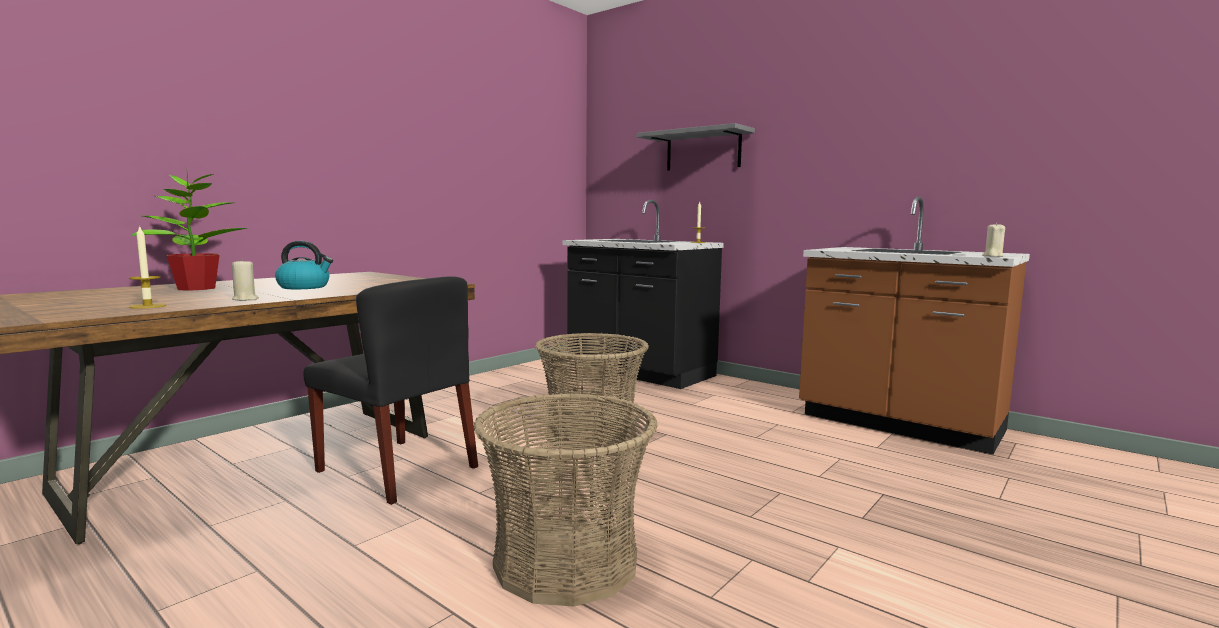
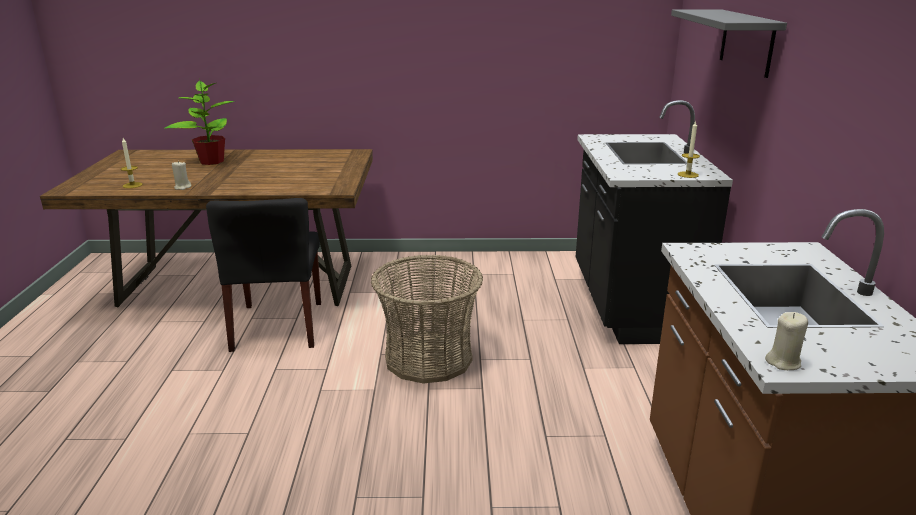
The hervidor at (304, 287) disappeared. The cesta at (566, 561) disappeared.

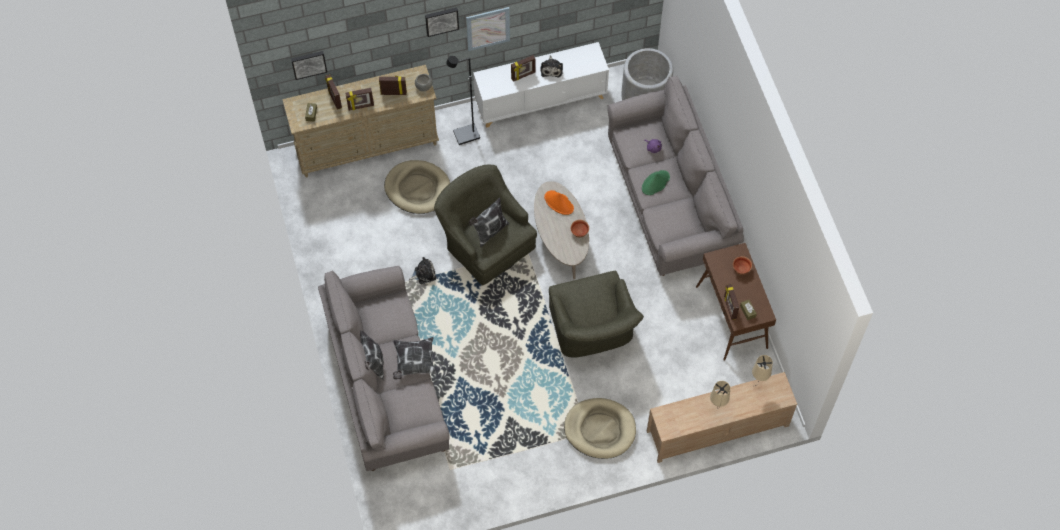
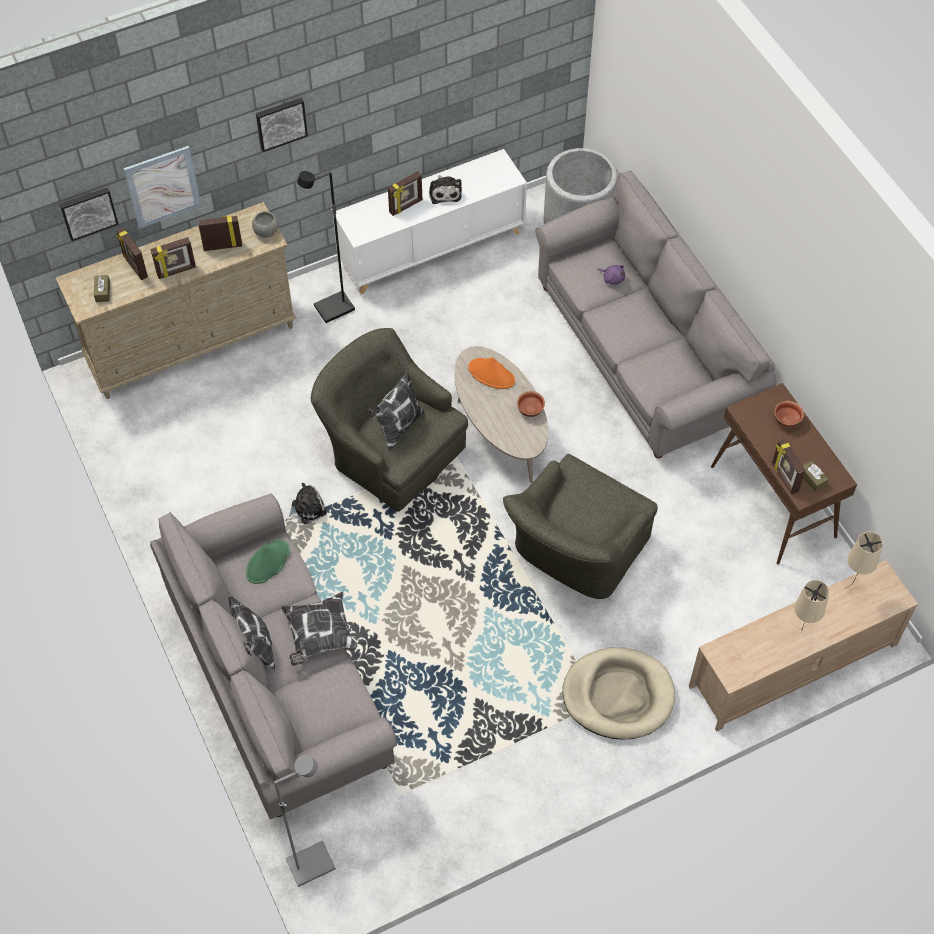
The cuadro moved from (488, 28) to (163, 186). The cama para perro/beis at (417, 188) disappeared. The sombrero/verde moved from (655, 183) to (268, 562). The sillón/verde at (592, 331) turned 60 degrees clockwise. The lámpara de pie/gris at (311, 863) appeared.

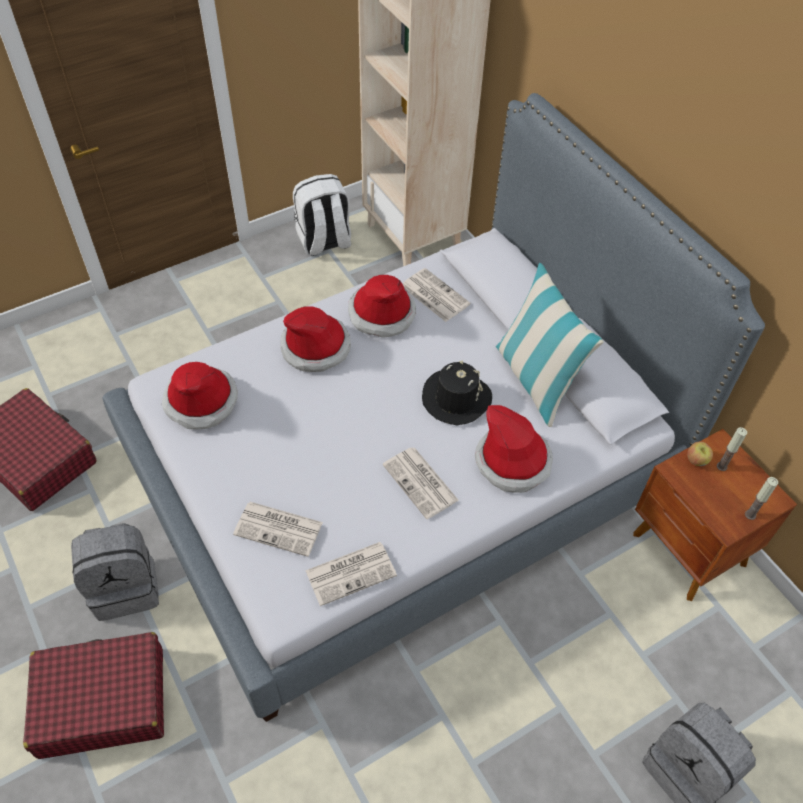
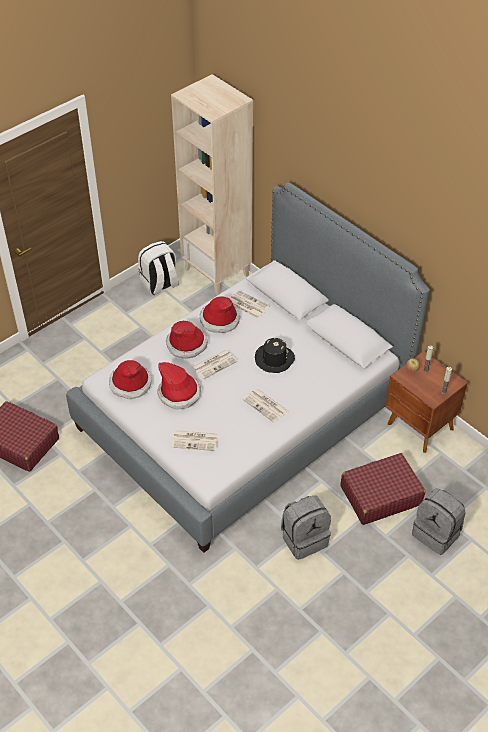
The cojín at (536, 380) disappeared. The sombrero moved from (513, 461) to (179, 394). The mochila/gris moved from (126, 587) to (304, 539). The periódico moved from (351, 572) to (215, 364). The maleta/rojo moved from (102, 701) to (380, 495).

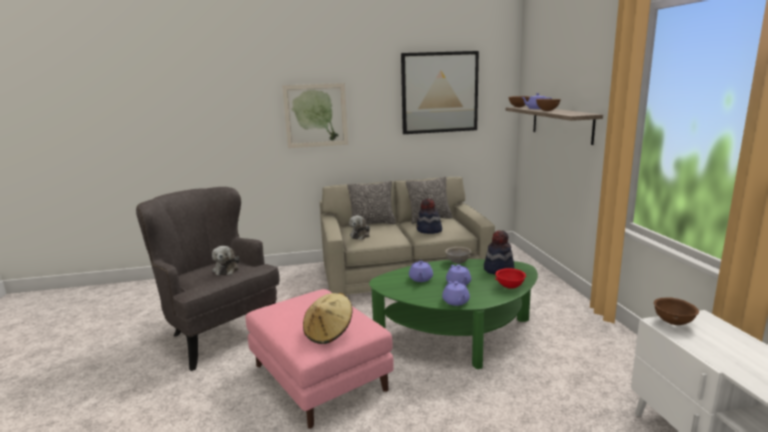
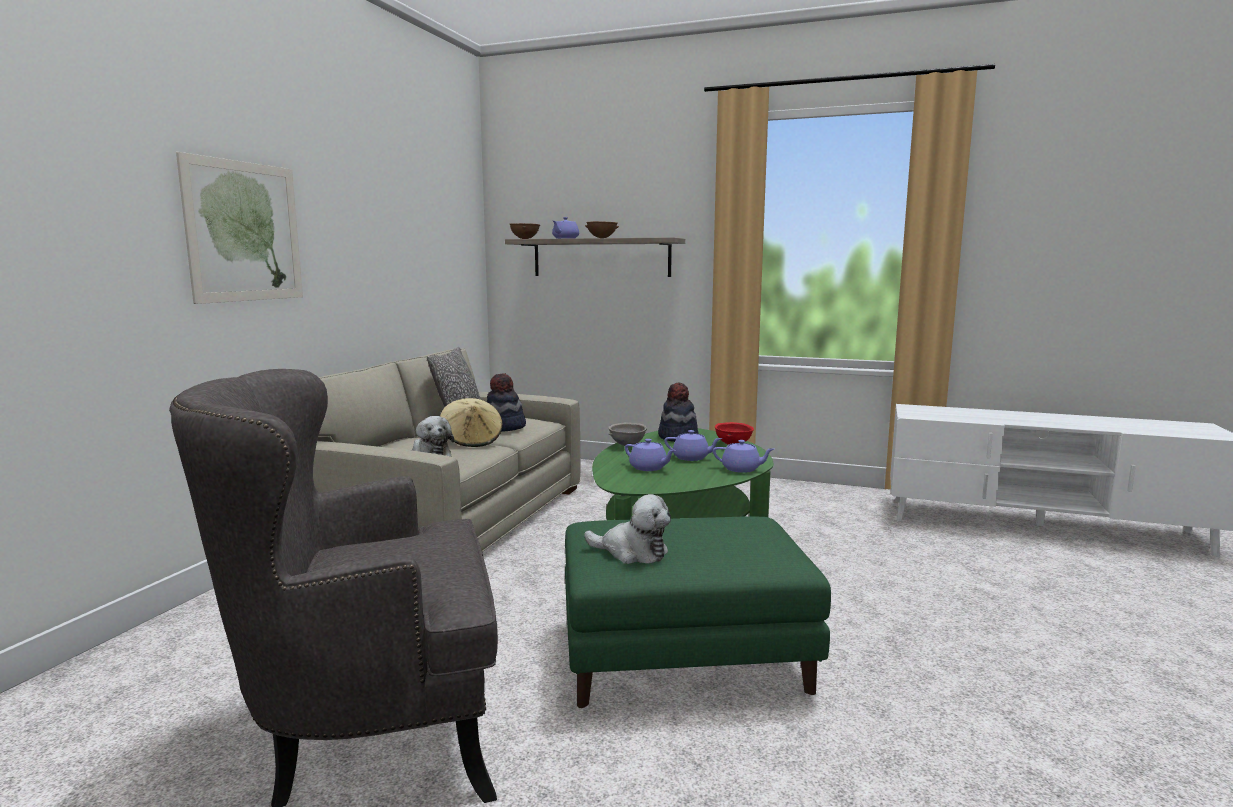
The cuadro at (439, 92) disappeared. The cojín at (372, 223) disappeared. The peluche moved from (226, 269) to (632, 552). The puf/rosa at (320, 379) became the puf/verde at (685, 656). The sombrero/beis moved from (329, 333) to (472, 441). The cuenco/marrón at (674, 323) disappeared.

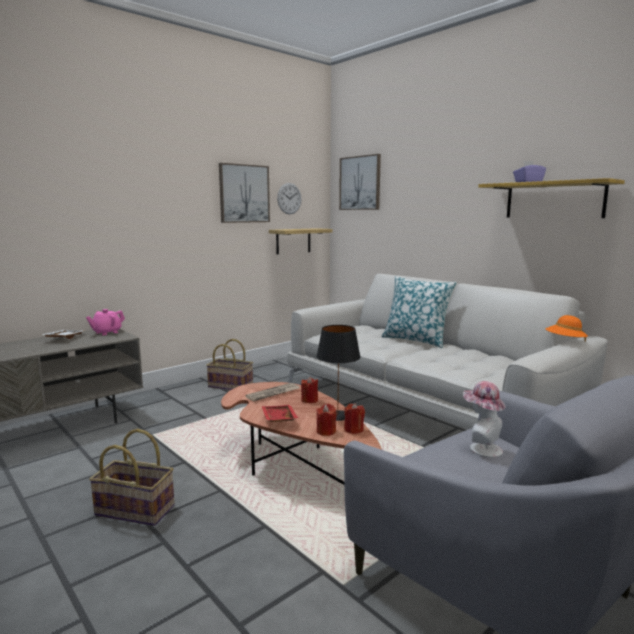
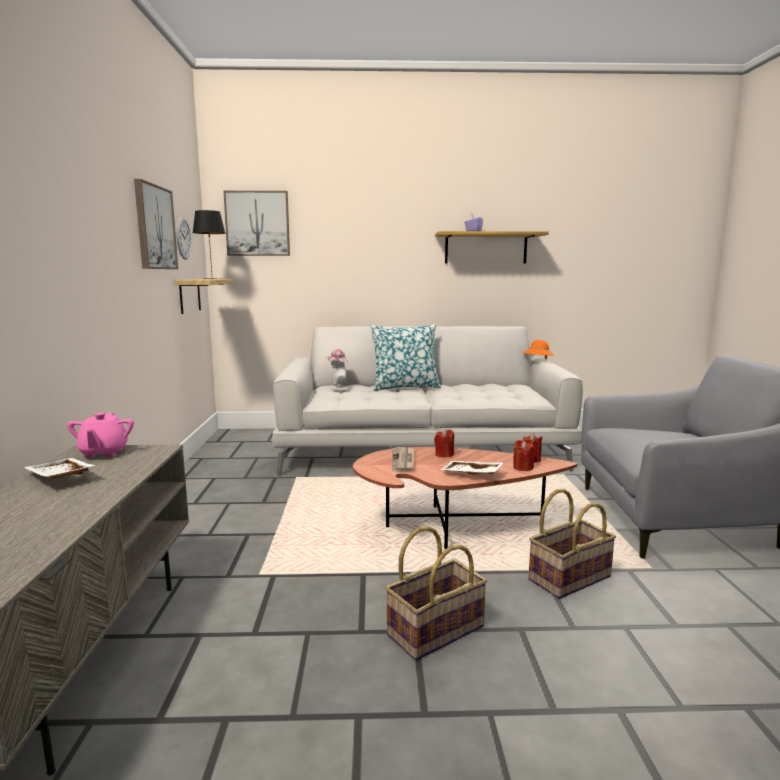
The lámpara de mesa/negro moved from (337, 416) to (212, 279). The cesta moved from (231, 386) to (569, 577). The sombrero moved from (481, 448) to (338, 388). The bandeja/rojo at (278, 419) became the bandeja/blanco at (471, 474).

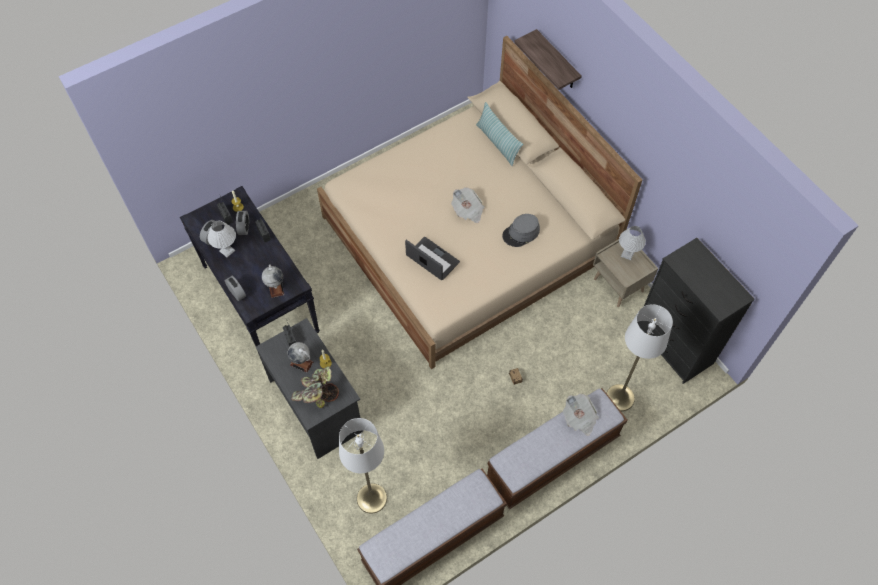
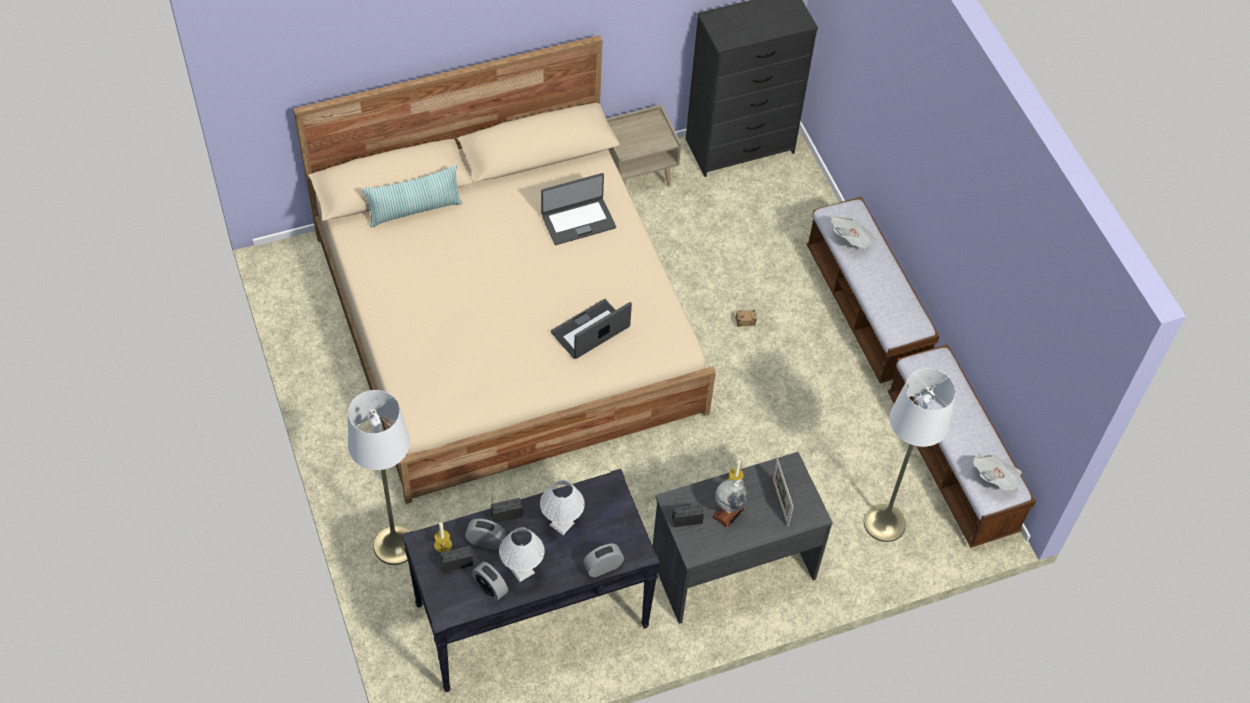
The estante at (557, 61) disappeared. The periódico moved from (468, 211) to (996, 479). The sombrero/gris at (521, 233) was replaced by the portátil at (578, 221). The lámpara de mesa/blanco moved from (628, 254) to (562, 523). The globo terráqueo at (276, 288) disappeared. The lámpara de pie/blanco moved from (620, 397) to (395, 545). The planta en maceta at (316, 394) was replaced by the portarretratos at (780, 502).

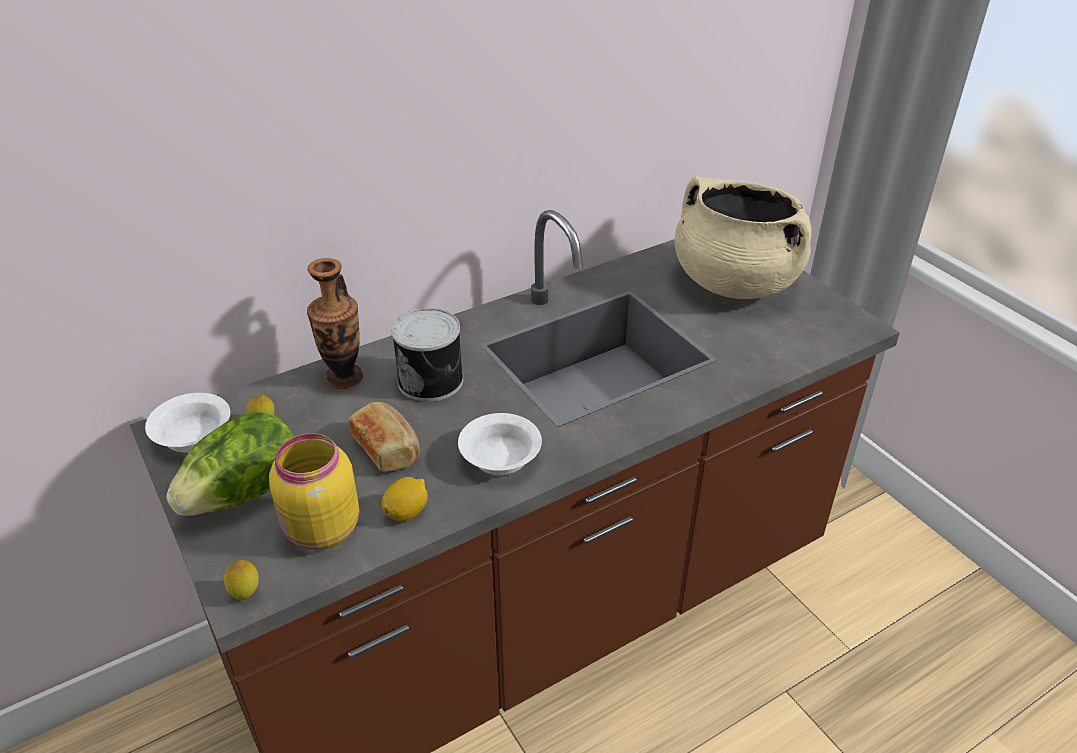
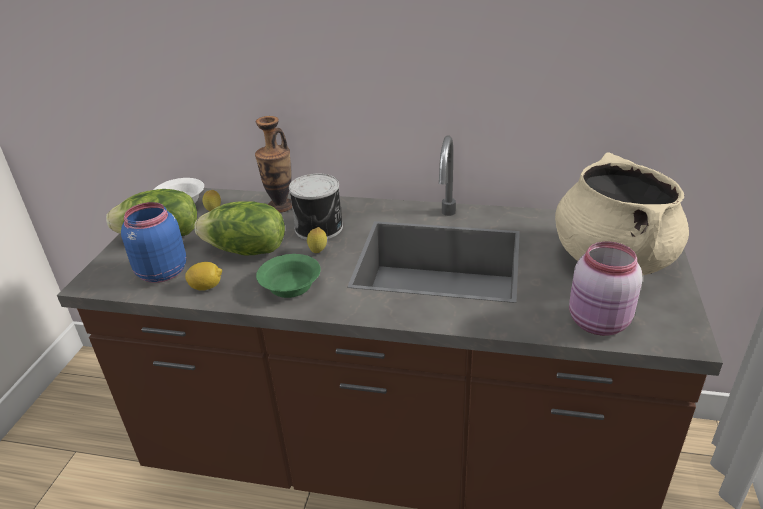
The pan at (387, 448) was replaced by the lechuga at (246, 251). The cuenco/blanco at (498, 457) became the cuenco/verde at (290, 285). The tarro/amarillo at (320, 530) became the tarro/azul at (160, 273). The limón moved from (246, 594) to (318, 252). The tarro/rosa at (599, 323) appeared.

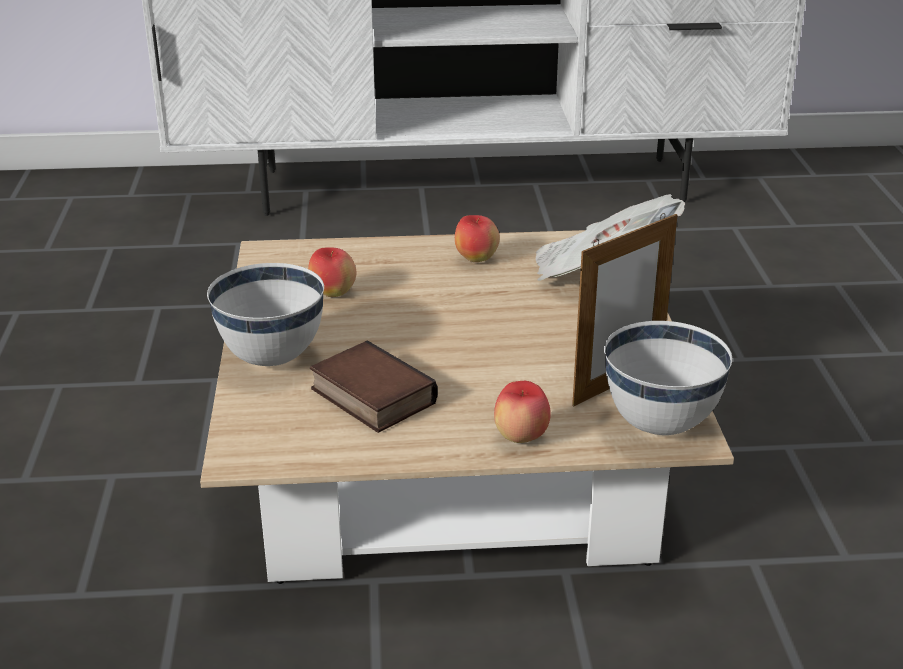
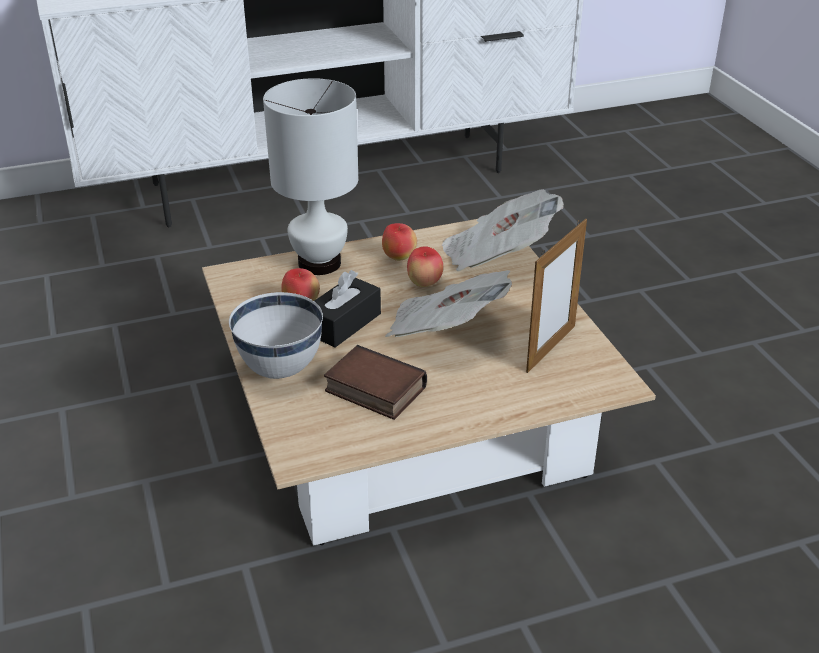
The cuenco/blanco at (660, 425) disappeared. The manzana moved from (521, 438) to (424, 284). The lámpara de mesa/blanco at (318, 263) appeared. The caja de pañuelos/negro at (343, 324) appeared. The periódico at (445, 331) appeared.

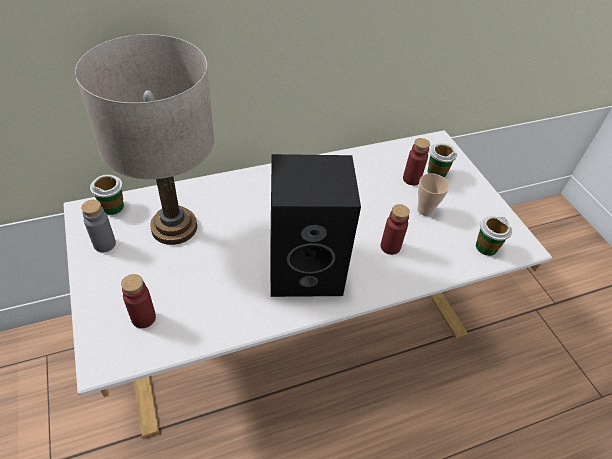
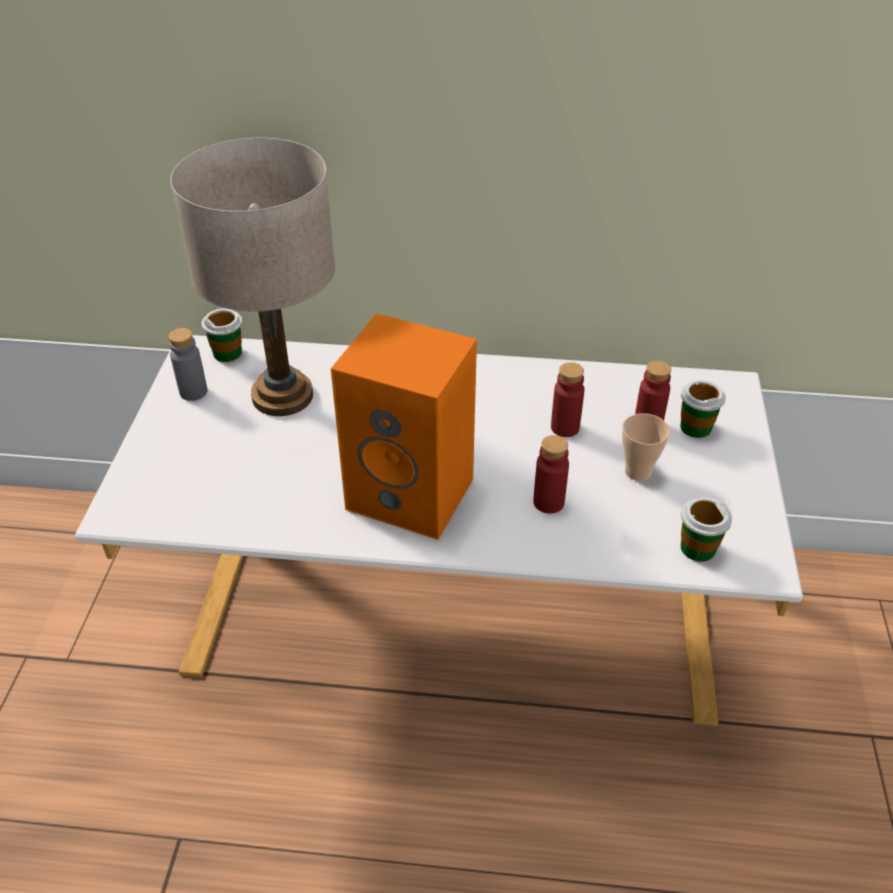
The altavoz/negro at (307, 269) became the altavoz/naranja at (414, 493). The botella/rojo moved from (143, 318) to (565, 427).

